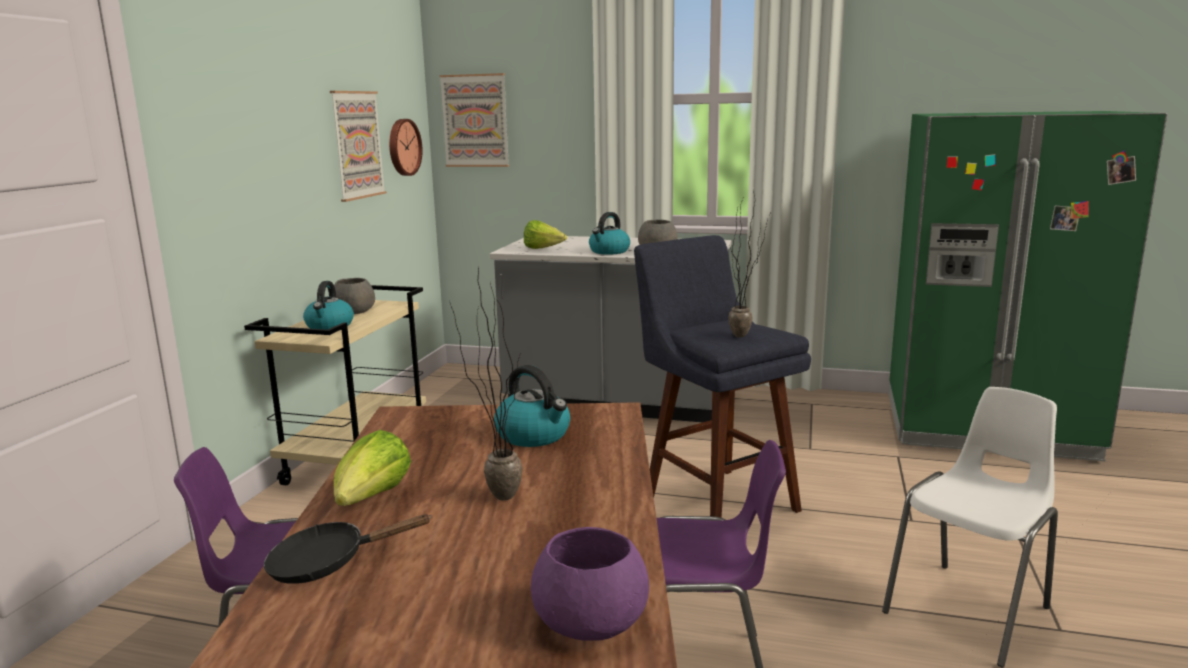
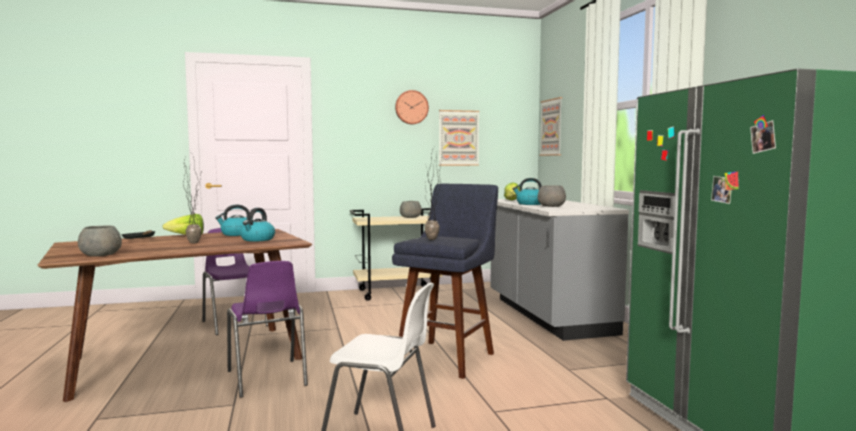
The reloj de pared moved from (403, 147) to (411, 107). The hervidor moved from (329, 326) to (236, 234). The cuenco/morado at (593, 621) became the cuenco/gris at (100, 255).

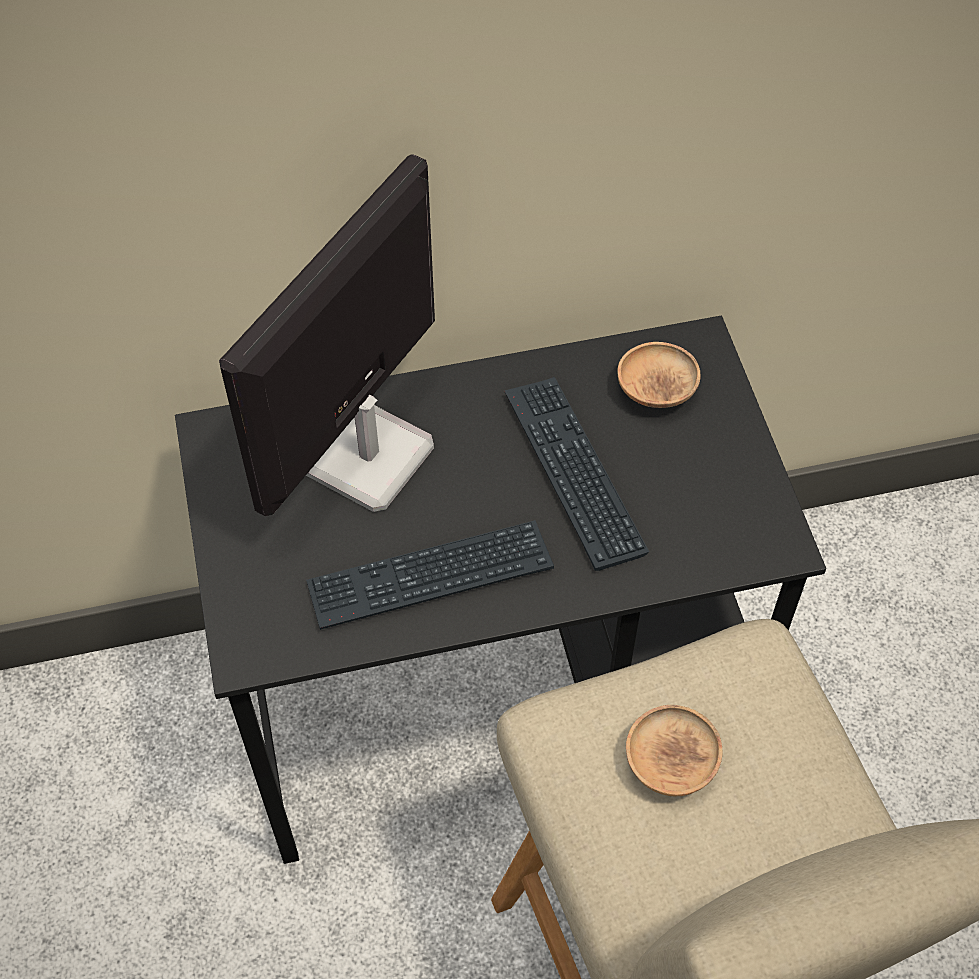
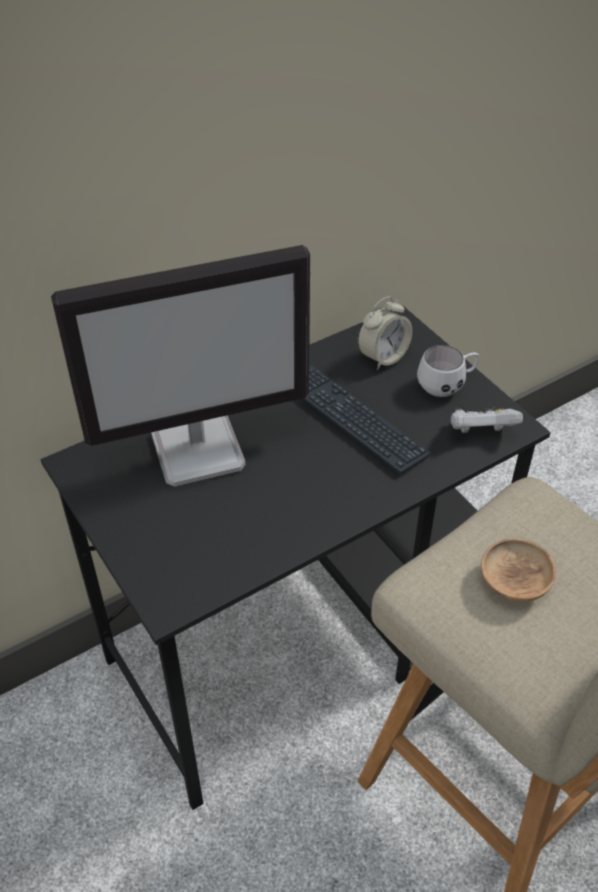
The monitor at (365, 458) turned 120 degrees counterclockwise. The cuenco/marrón at (656, 390) was replaced by the despertador at (383, 357). The teclado at (430, 577) disappeared. The taza grande/blanco at (447, 385) appeared. The mando de consola/blanco at (480, 432) appeared.

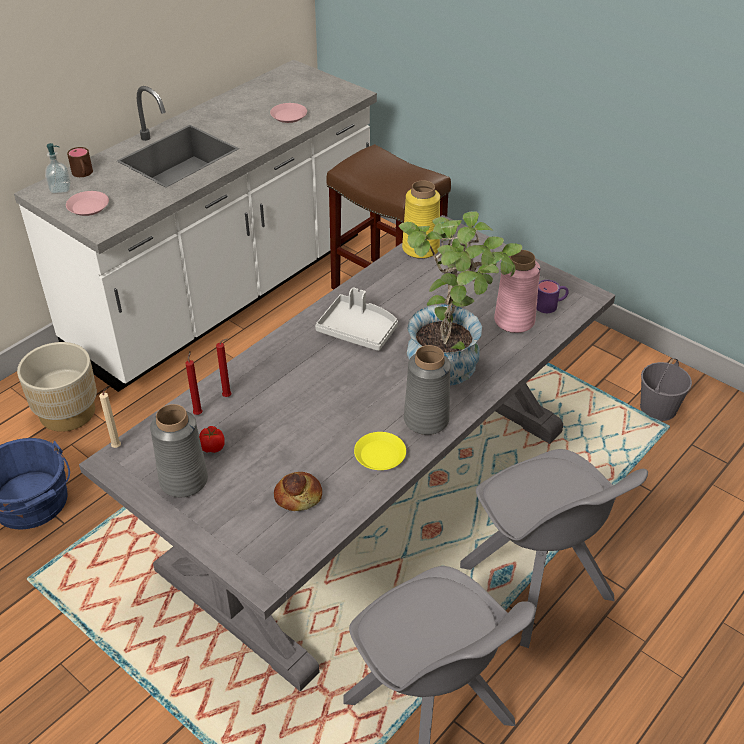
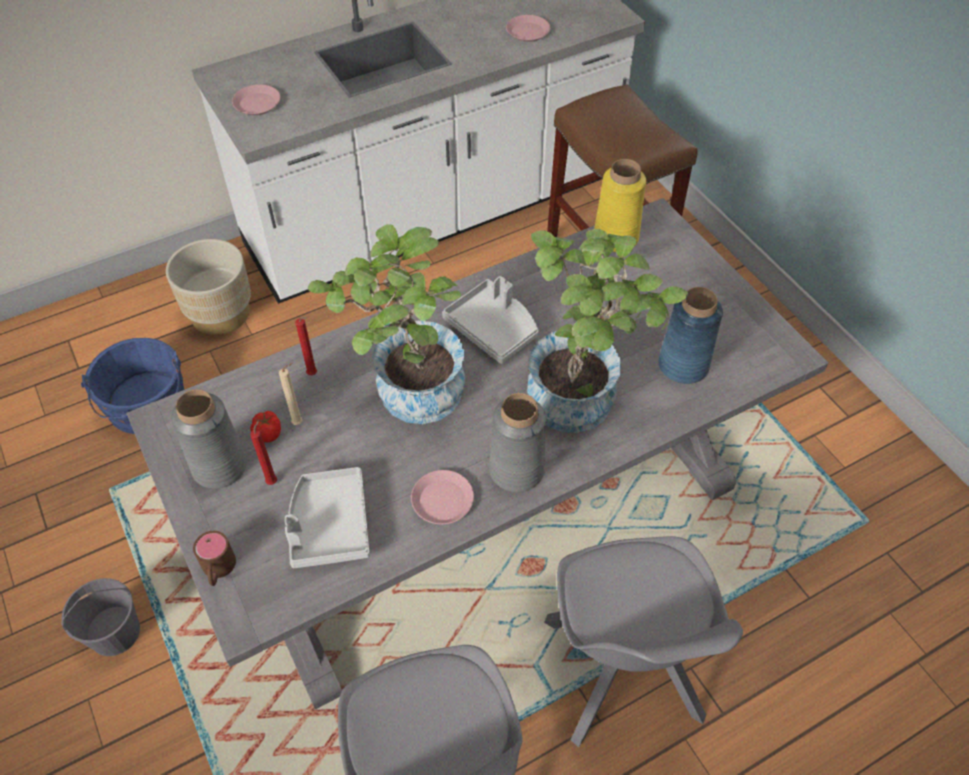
The dispensador de jabón at (60, 189) disappeared. The taza grande/marrón moved from (83, 174) to (218, 570). The florero/rosa at (514, 321) became the florero/azul at (683, 365). The taza grande/morado at (550, 305) disappeared. The vela/rojo moved from (198, 413) to (273, 481). The cubo/gris moved from (658, 408) to (114, 633). The vela/beis moved from (118, 446) to (299, 422). The plato/amarillo at (380, 455) became the plato/rosa at (442, 501). The pan at (298, 496) was replaced by the bandeja/gris at (329, 525). The planta en maceta at (408, 393) appeared.

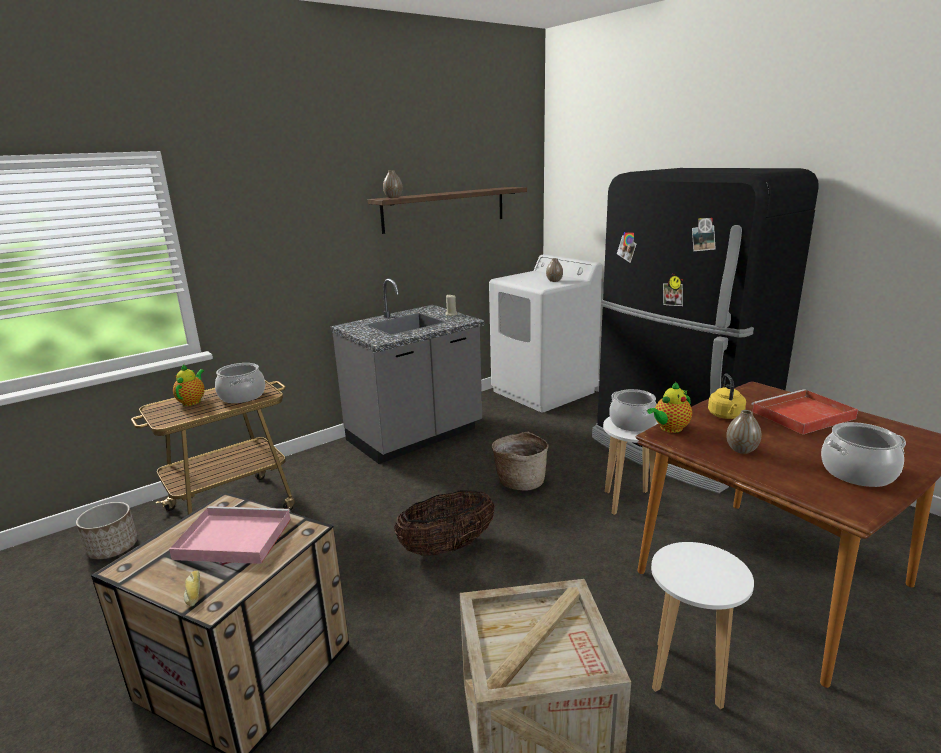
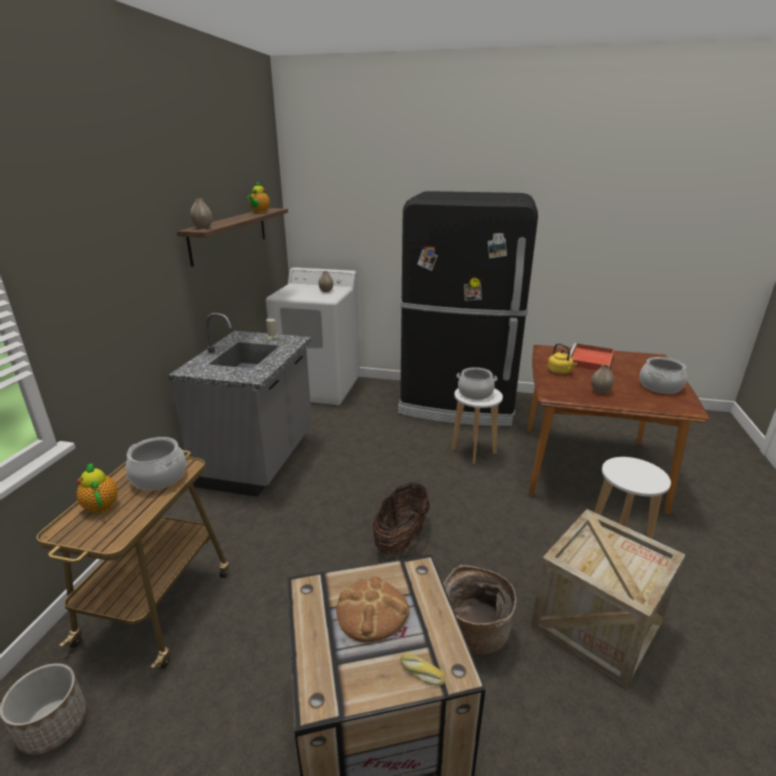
The tetera moved from (669, 428) to (259, 212). The cesta moved from (520, 481) to (473, 631). The bandeja/rosa at (231, 539) was replaced by the pan at (371, 612).

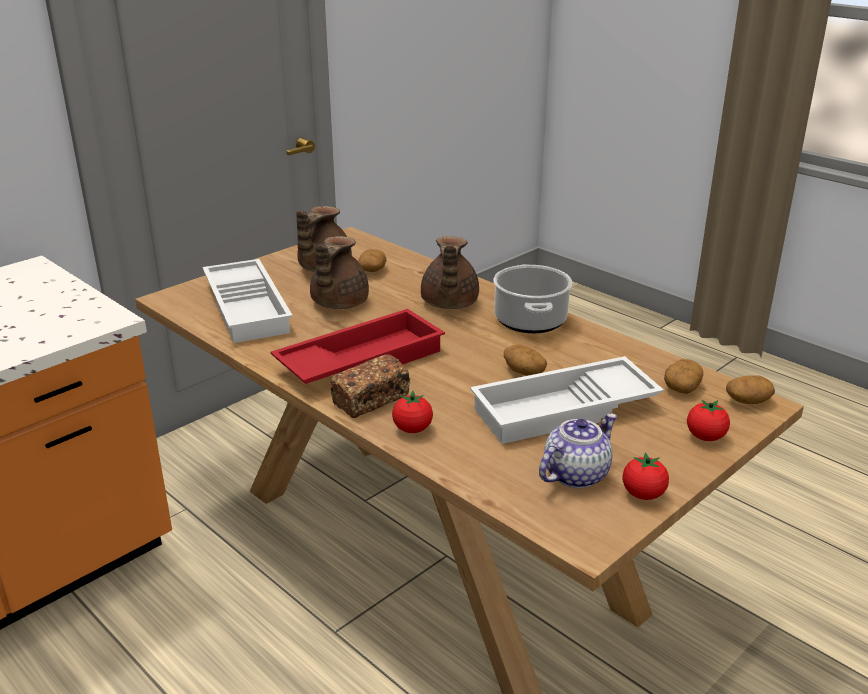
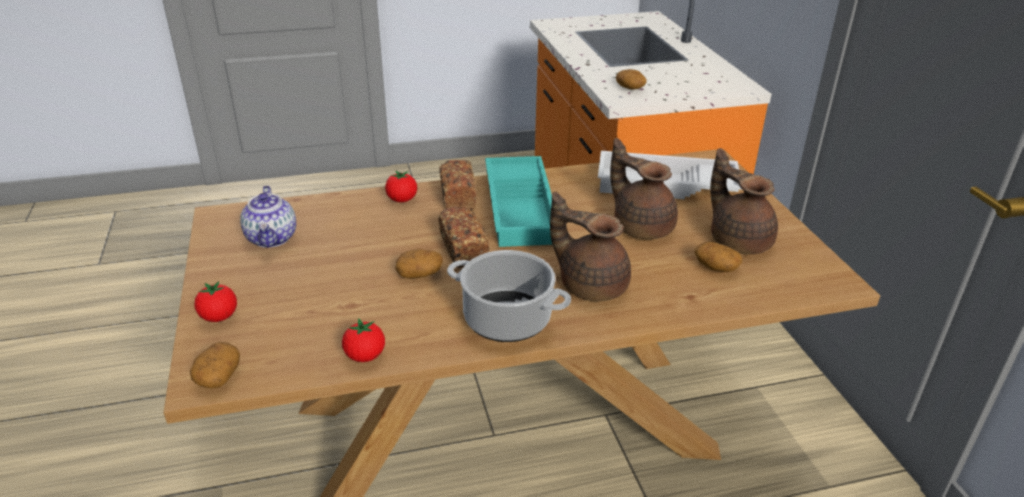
The bandeja/rojo at (360, 359) became the bandeja/turquesa at (522, 208). The bandeja/blanco at (564, 411) disappeared. The patata moved from (681, 387) to (630, 88). The tomate moved from (643, 494) to (365, 356). The pan at (464, 249) appeared.

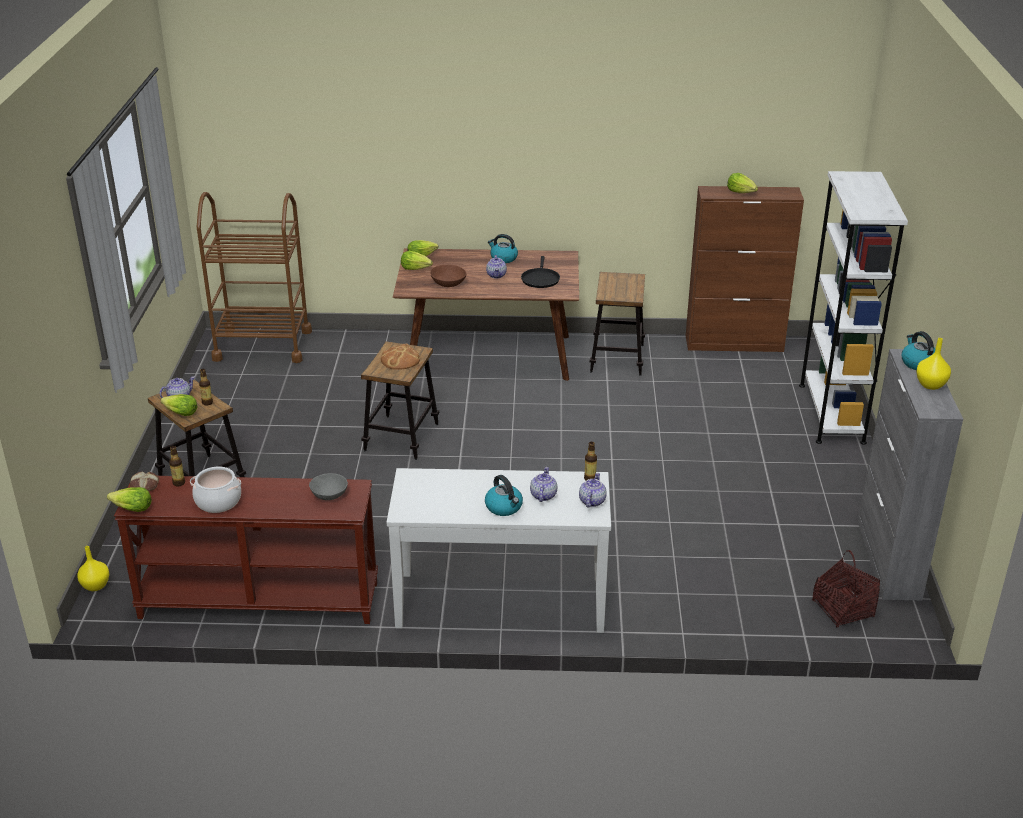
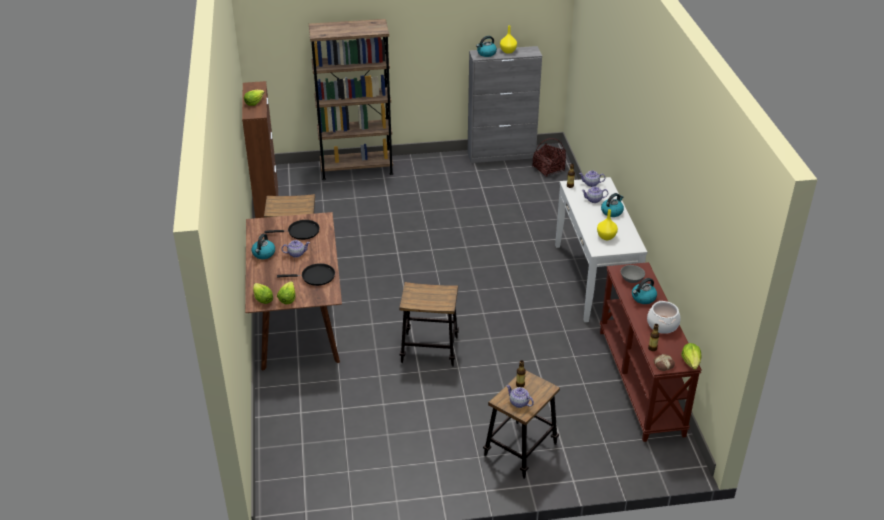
The estantería/blanco at (831, 413) became the estantería/marrón at (356, 169). The carrito/marrón at (263, 345) disappeared. The cuenco/marrón at (448, 284) was replaced by the sartén/negro at (315, 277). The pan at (400, 360) disappeared. The lechuga at (180, 413) disappeared. The florero/amarillo moved from (96, 586) to (606, 237). The hervidor at (643, 298) appeared.

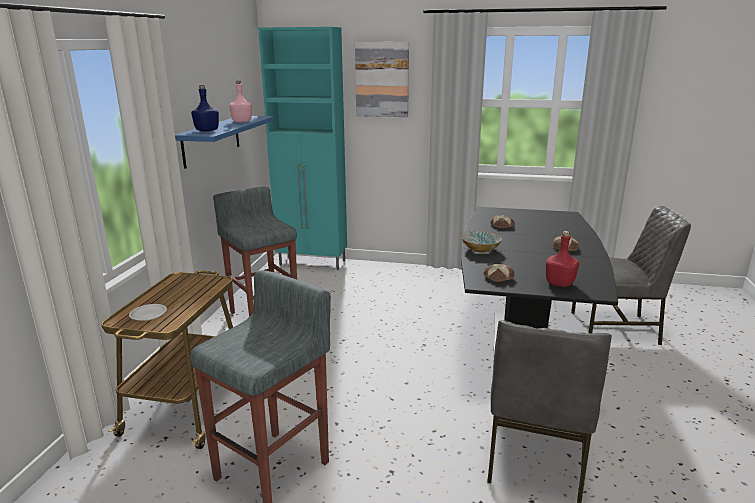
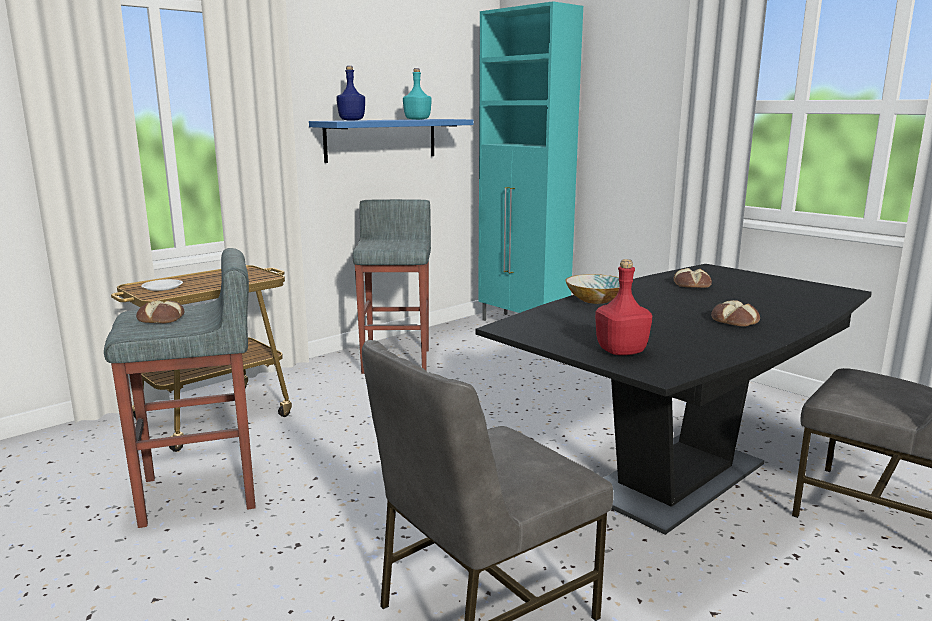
The cuadro at (382, 79) disappeared. The botella/rosa at (242, 122) became the botella/turquesa at (418, 119). The pan moved from (498, 276) to (162, 318).

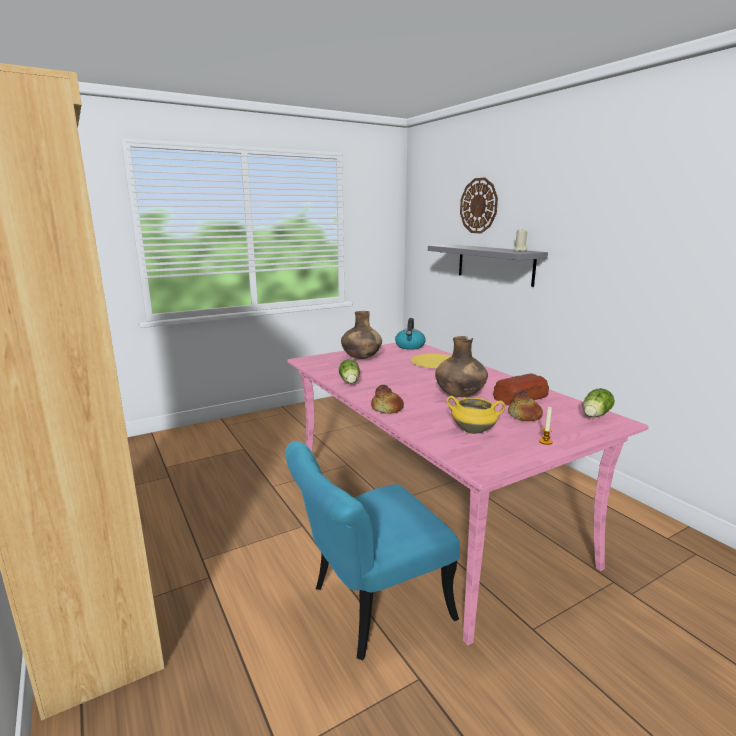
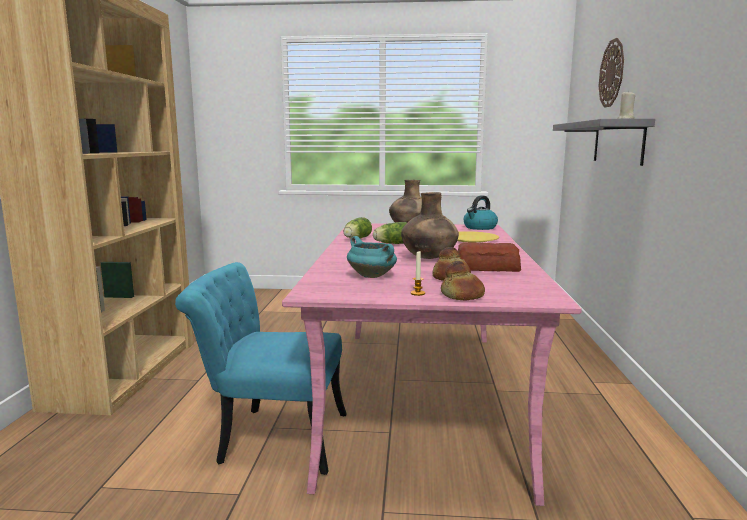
The pan moved from (387, 408) to (462, 295). The lechuga moved from (594, 415) to (392, 244). The olla/amarillo at (474, 430) became the olla/turquesa at (373, 276).

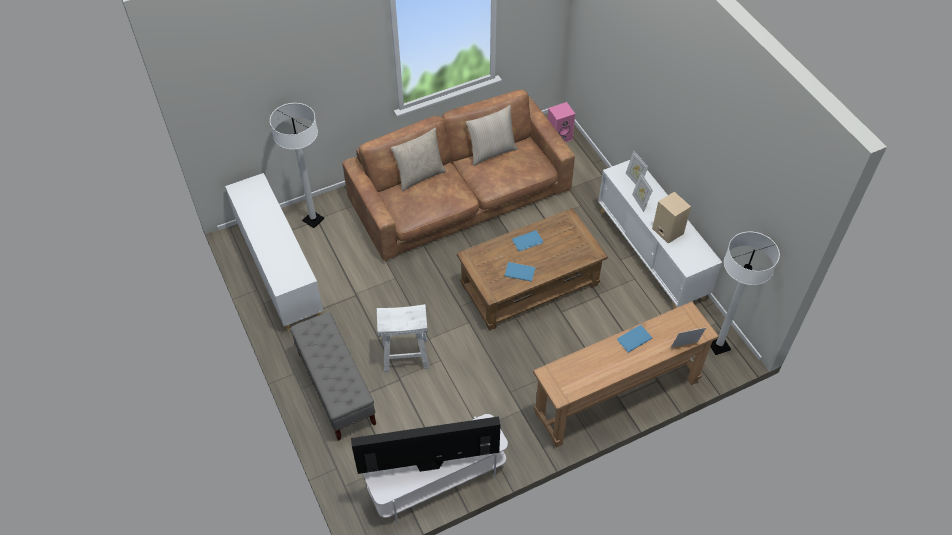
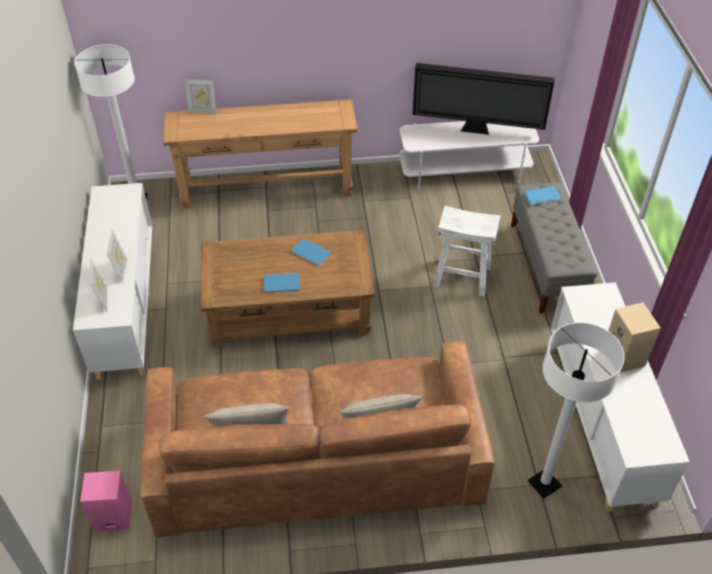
The altavoz/beis moved from (666, 231) to (625, 357). The libro/azul moved from (633, 339) to (543, 196).

